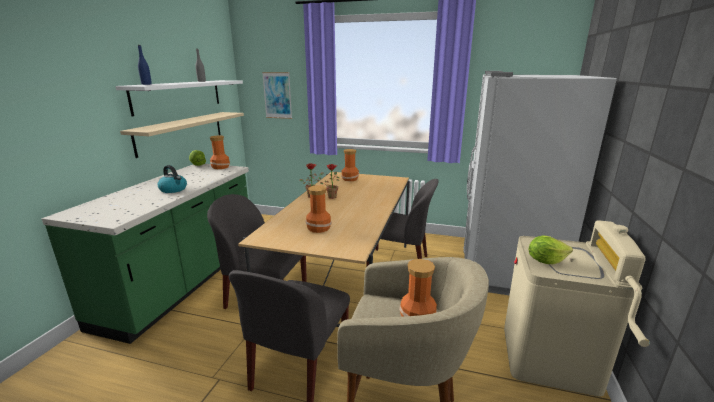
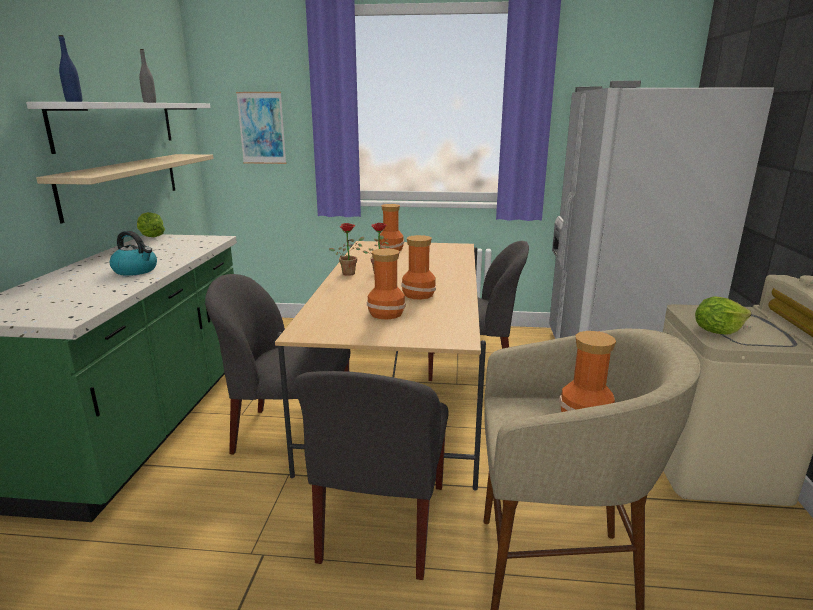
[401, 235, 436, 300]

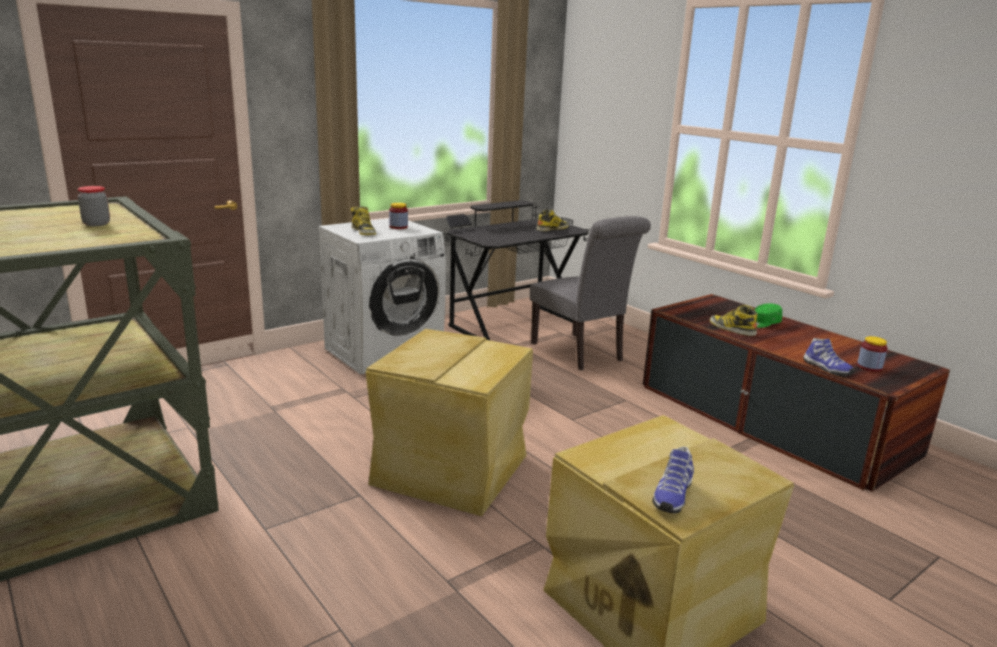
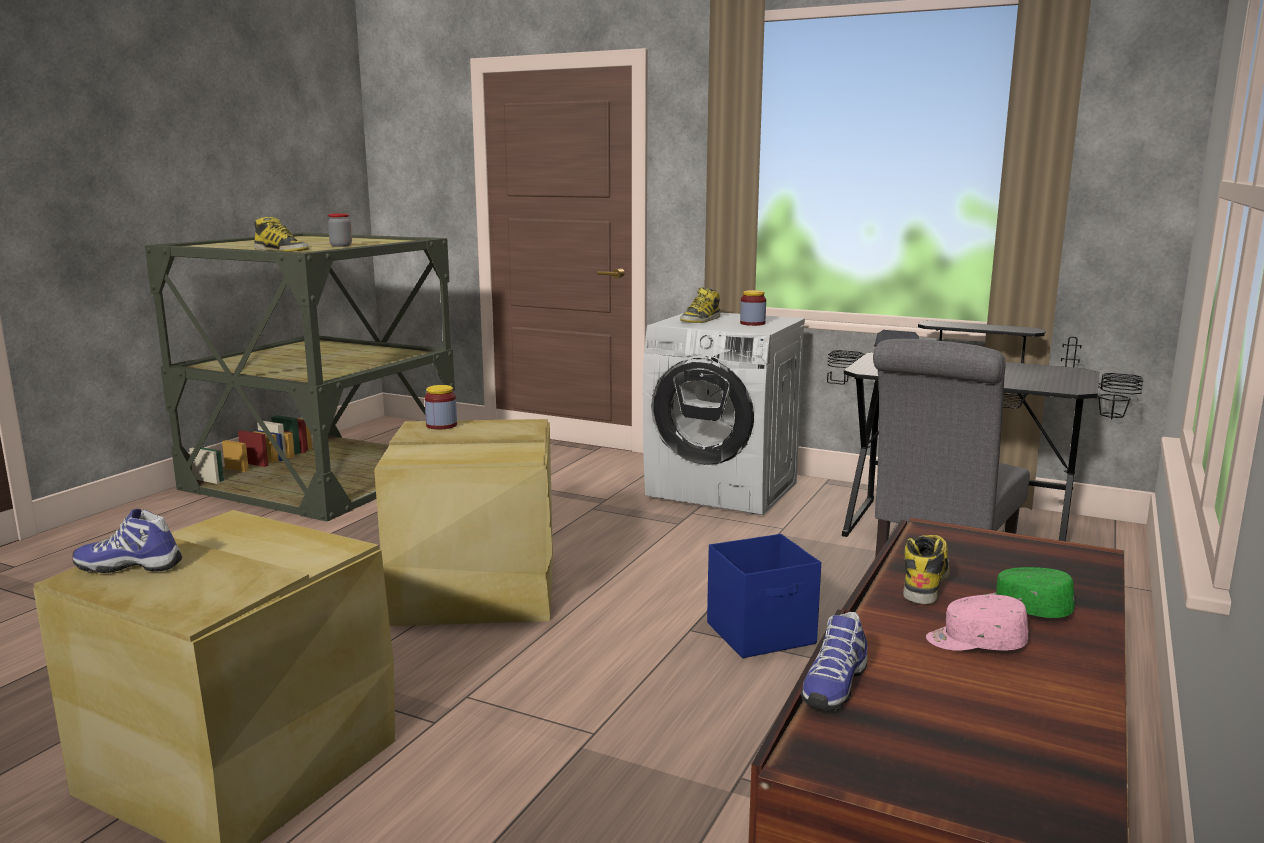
[254, 216, 309, 252]
[425, 385, 457, 430]
[707, 534, 821, 658]
[926, 595, 1028, 651]

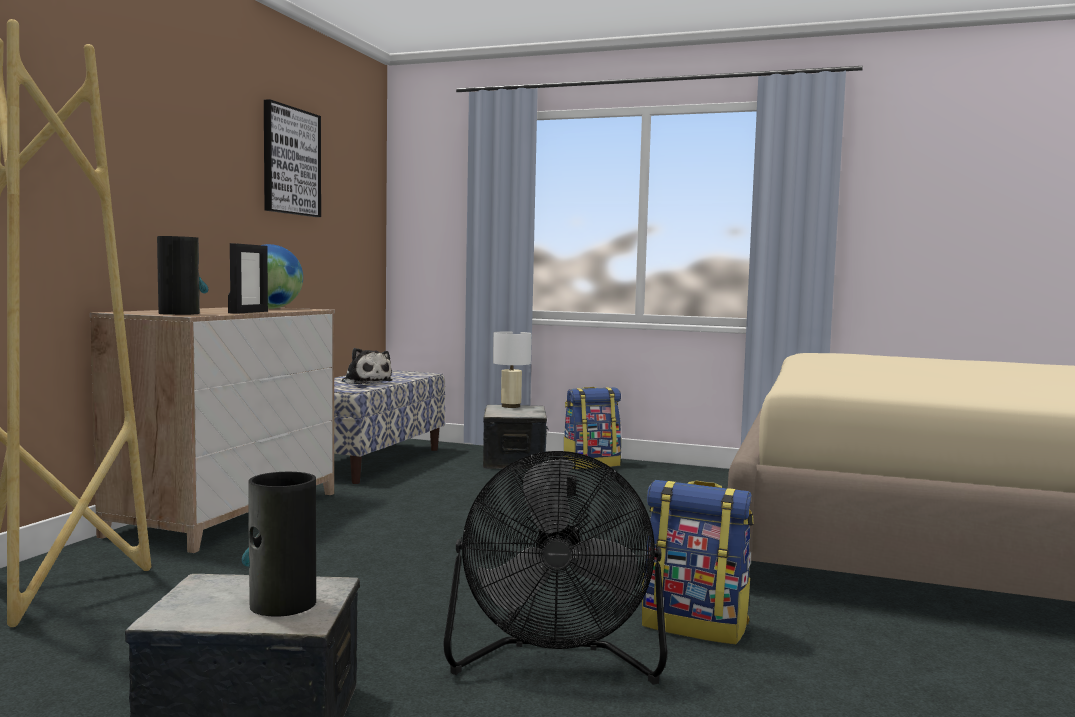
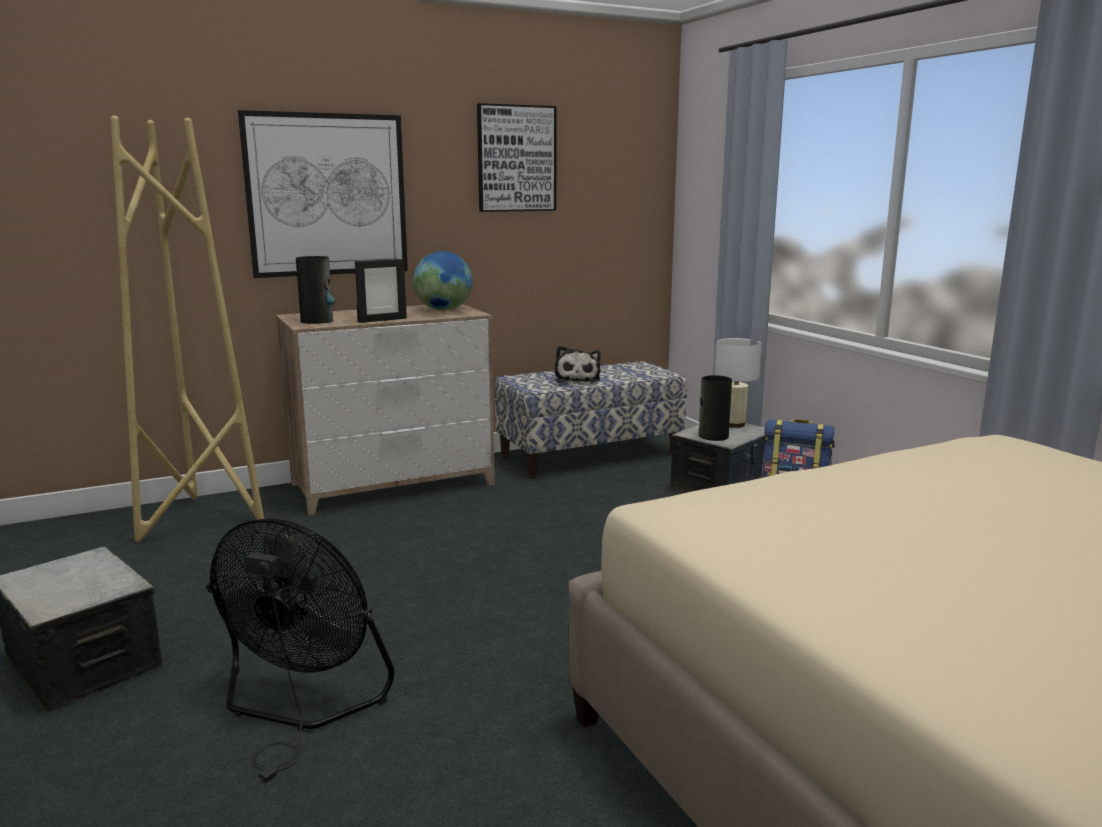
[699, 375, 732, 441]
[206, 519, 394, 783]
[642, 480, 754, 644] (first image)
[238, 110, 408, 278]

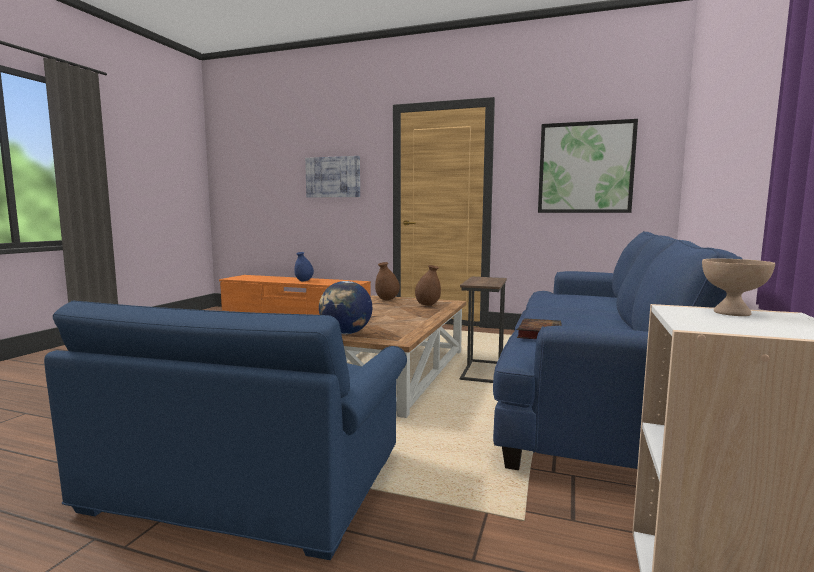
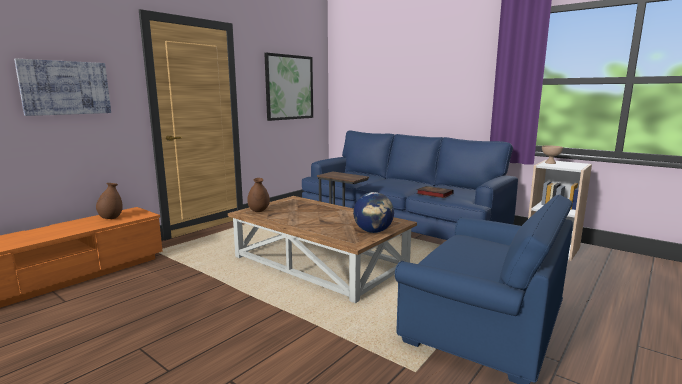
[294, 252, 314, 281] (first image)
[96, 183, 123, 219]

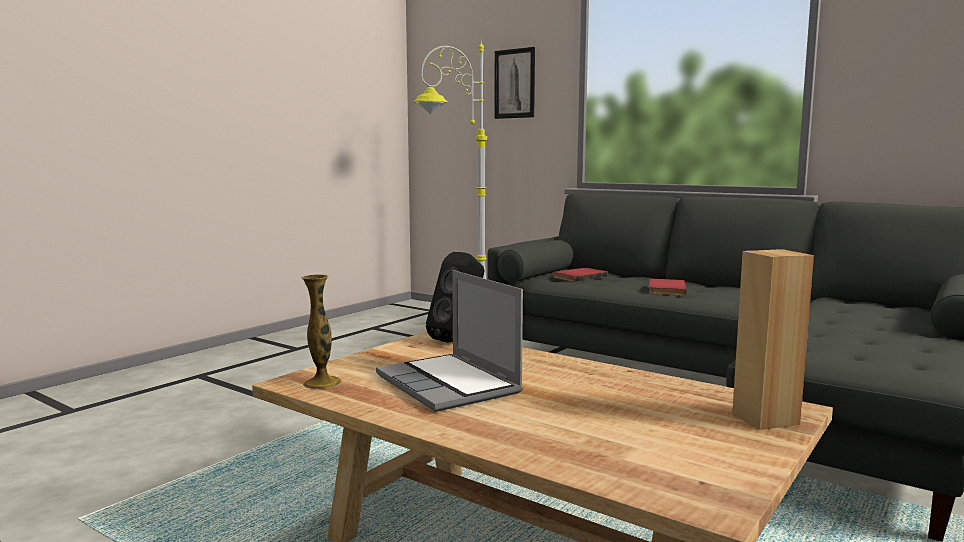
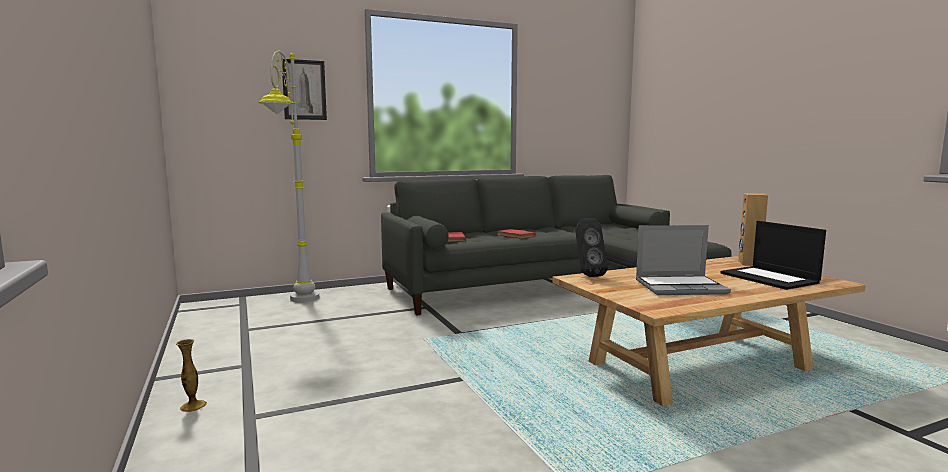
[176, 339, 207, 412]
[720, 221, 826, 290]

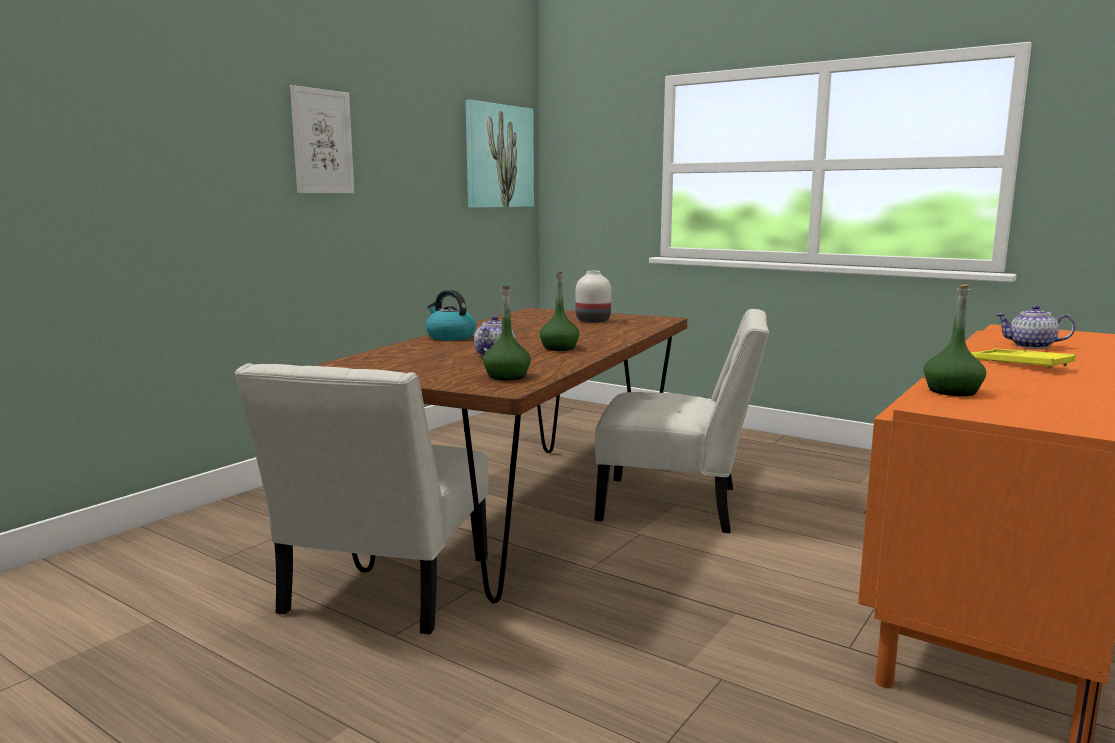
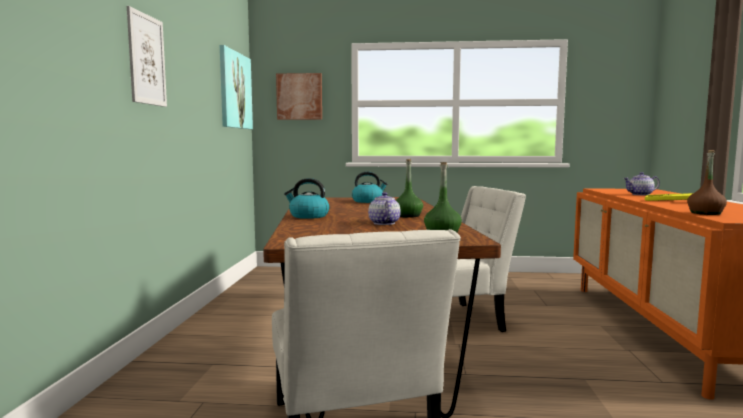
[352, 171, 388, 203]
[687, 150, 727, 215]
[276, 73, 322, 120]

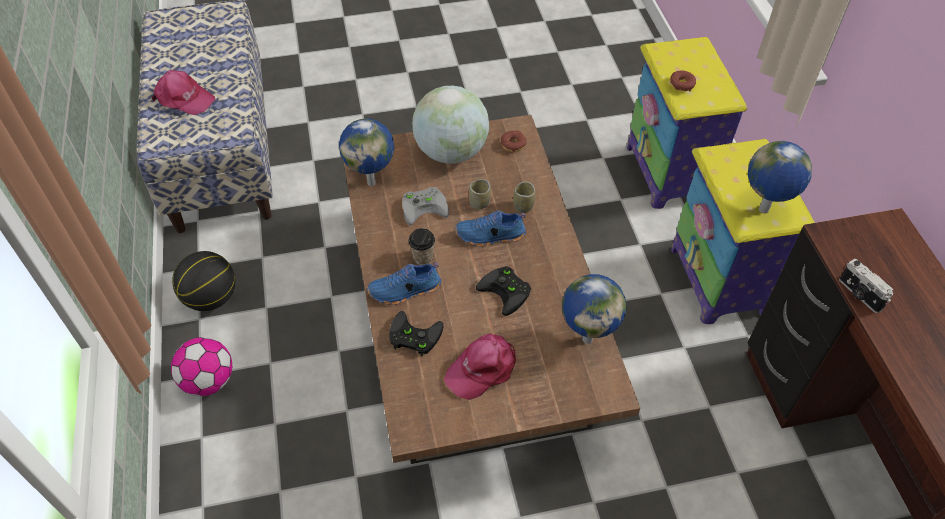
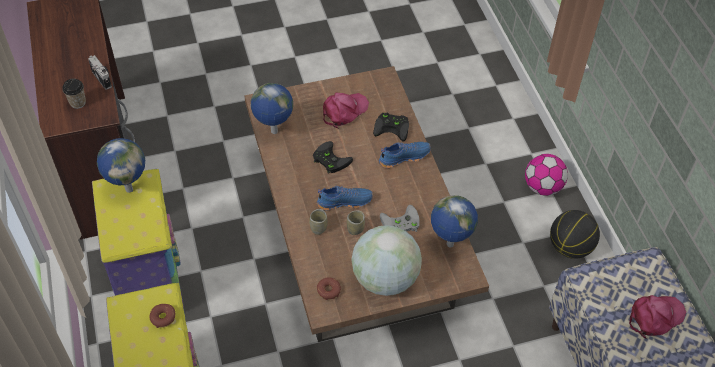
[629, 295, 686, 339]
[62, 78, 86, 109]

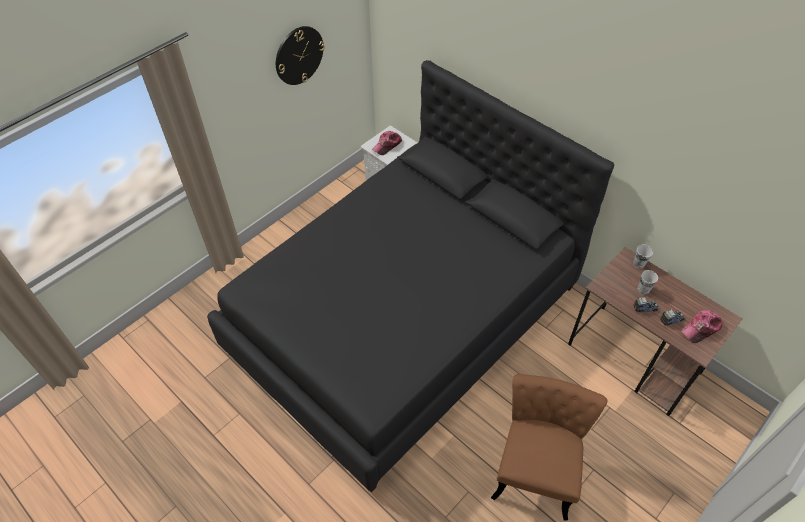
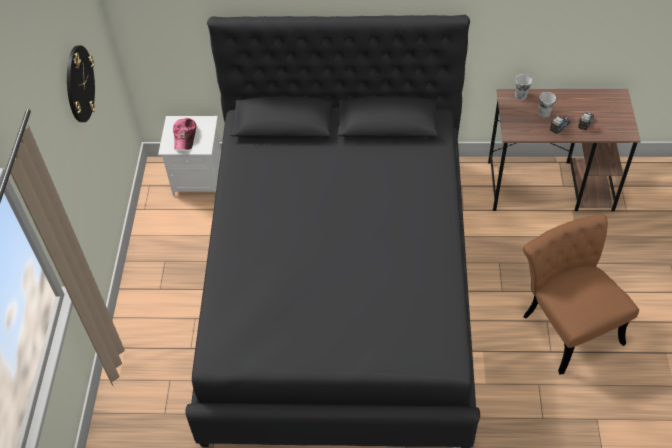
[681, 310, 723, 343] (first image)

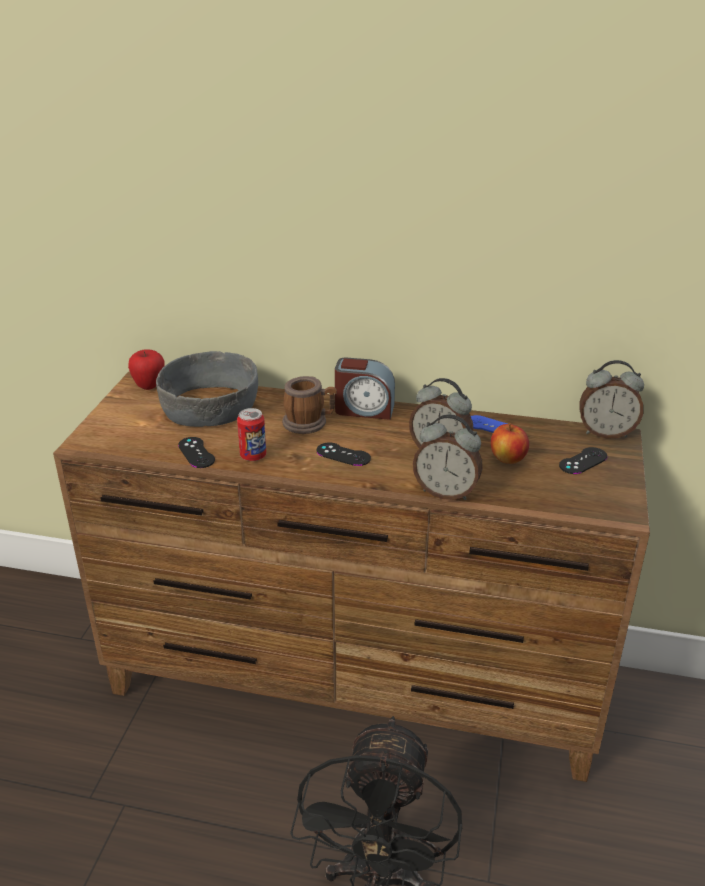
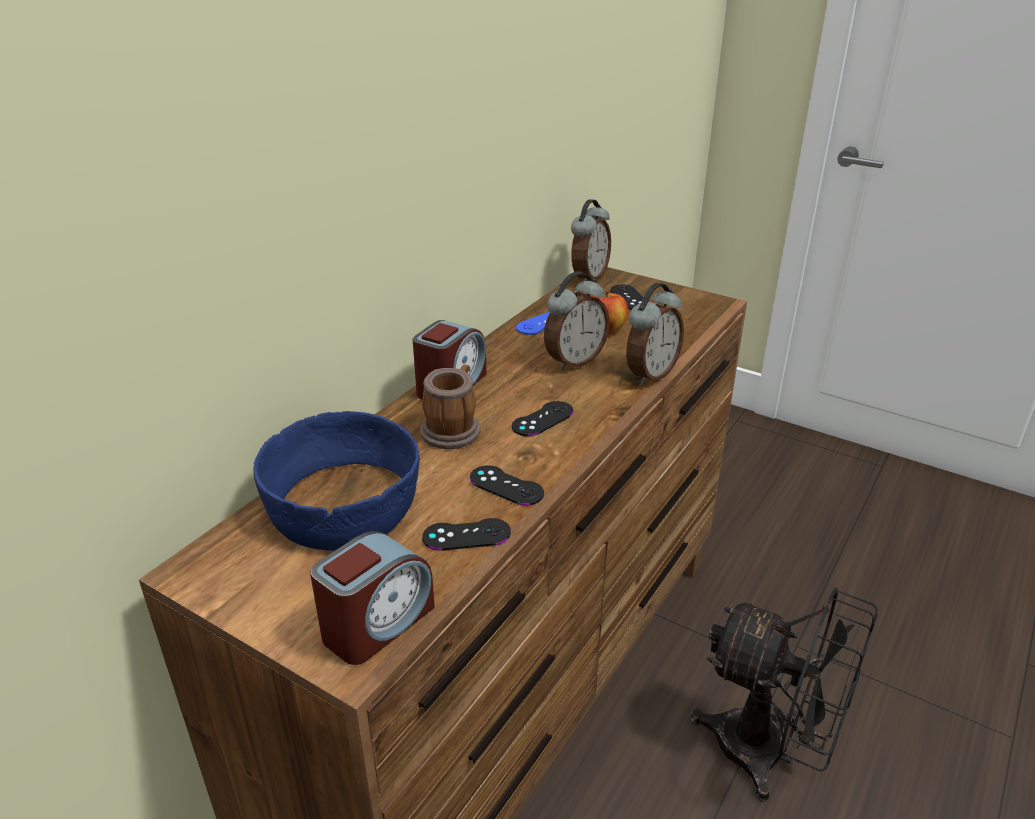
[128, 349, 165, 390] (first image)
[253, 411, 420, 551]
[470, 465, 544, 506]
[310, 531, 435, 665]

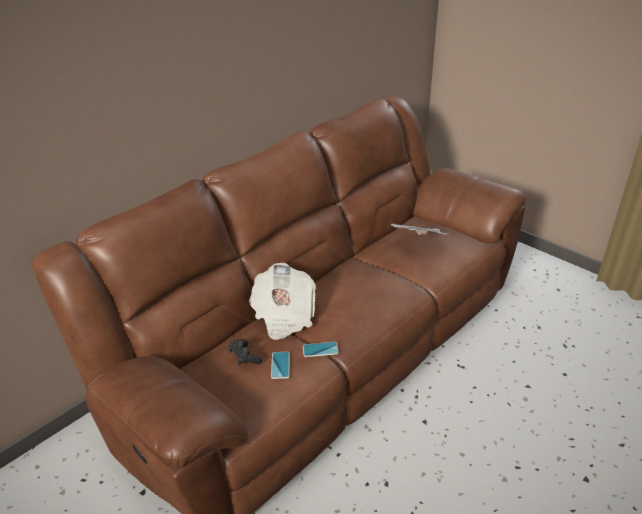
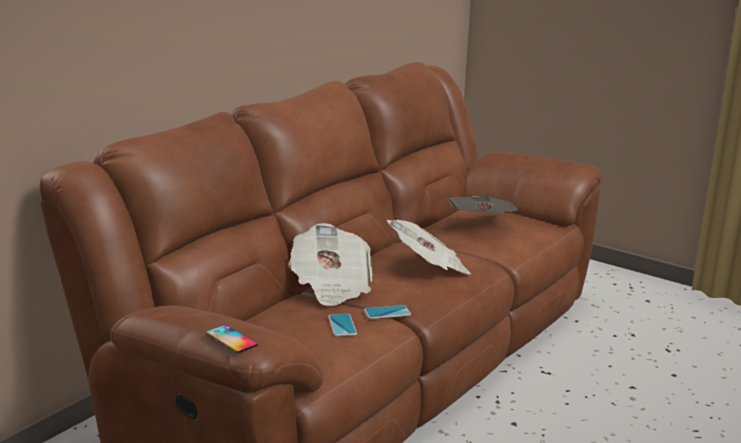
[228, 339, 262, 366] (first image)
[206, 325, 258, 353]
[387, 220, 471, 274]

